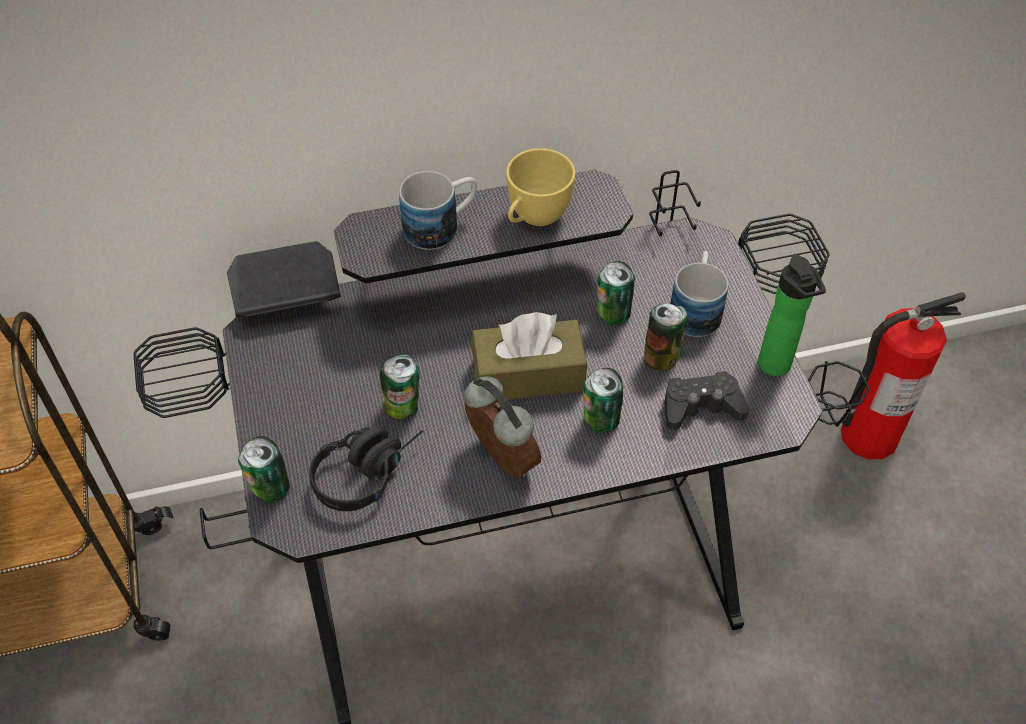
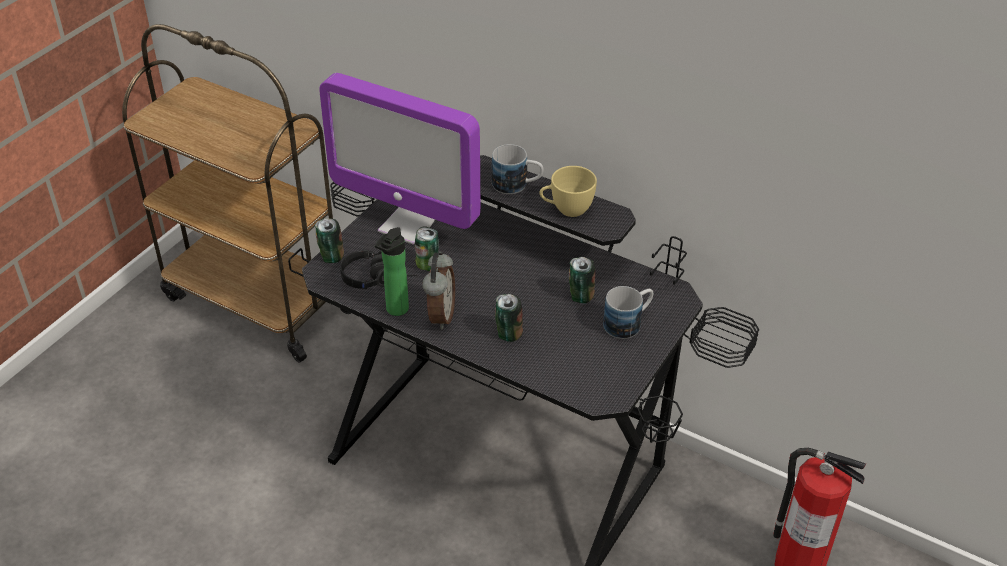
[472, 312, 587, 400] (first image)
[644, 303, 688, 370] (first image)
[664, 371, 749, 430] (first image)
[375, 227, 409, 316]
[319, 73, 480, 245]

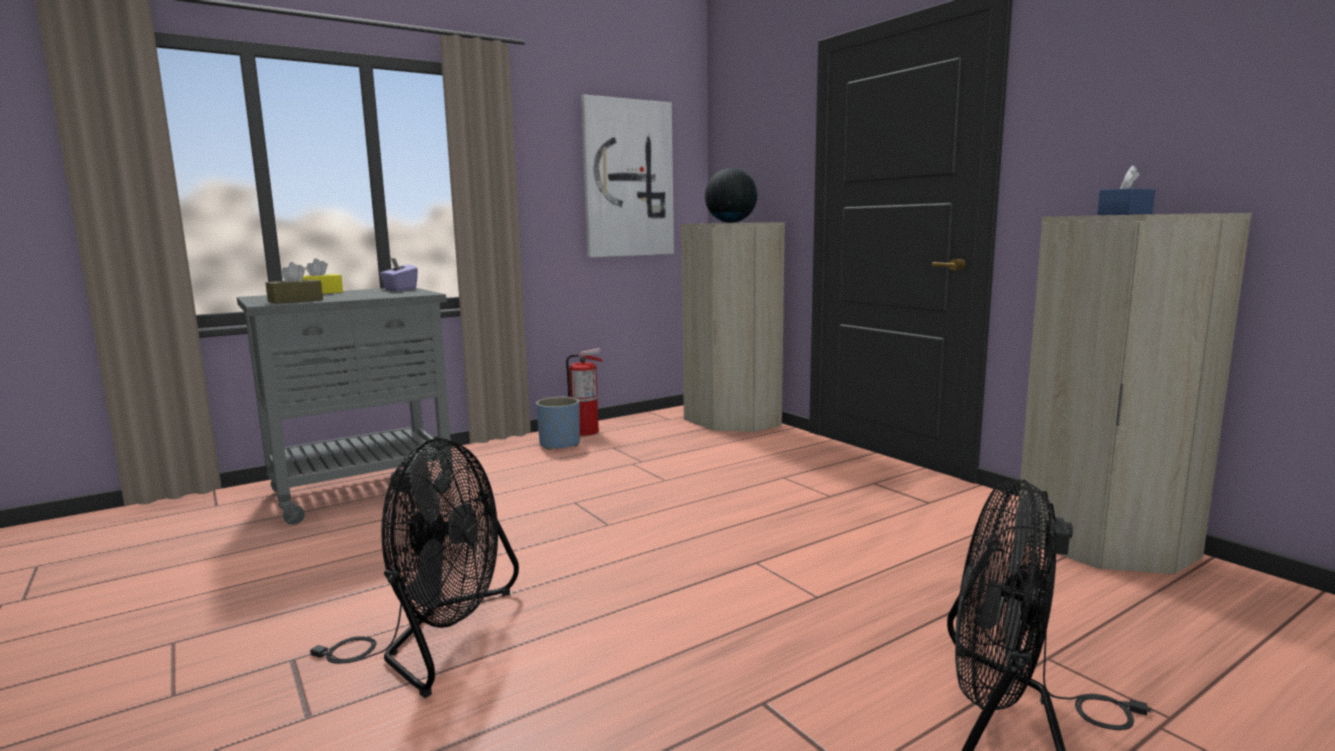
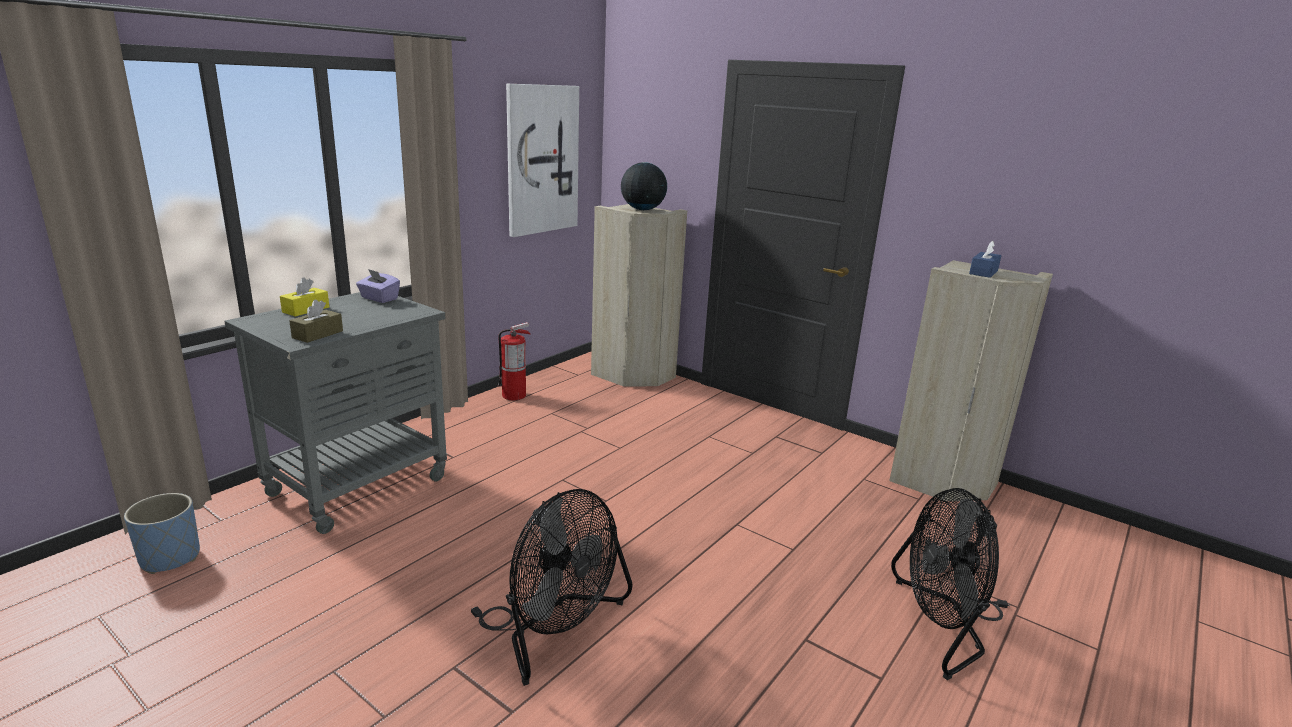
[471, 489, 632, 686]
[124, 493, 200, 574]

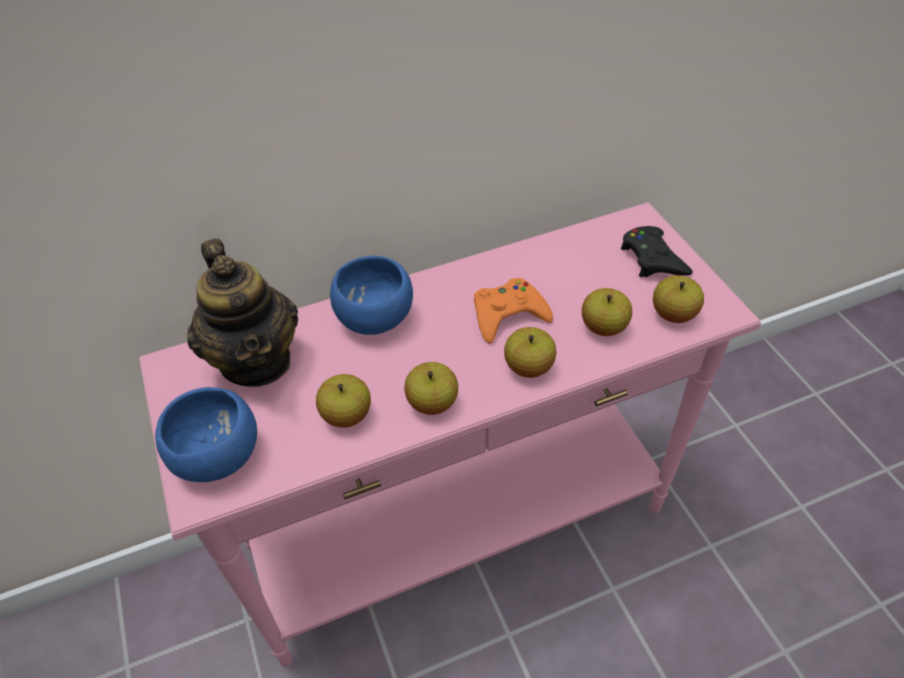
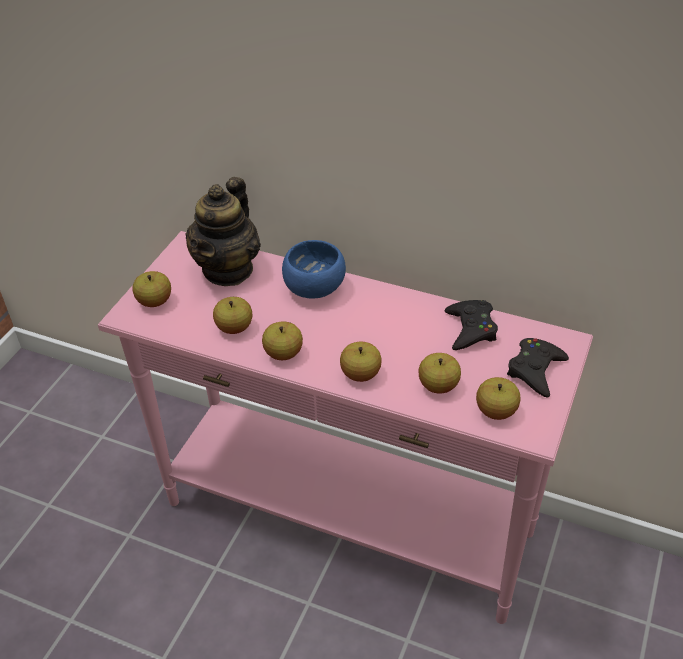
[133, 271, 171, 307]
[474, 278, 553, 344] (first image)
[445, 300, 498, 350]

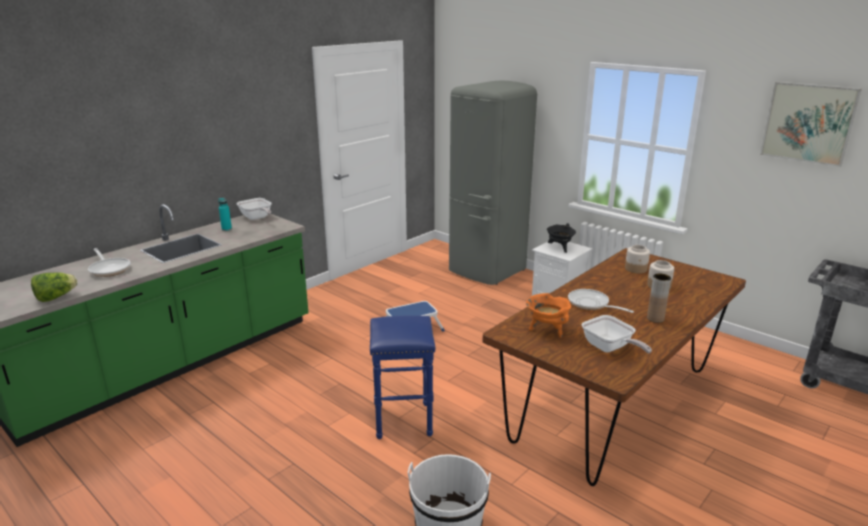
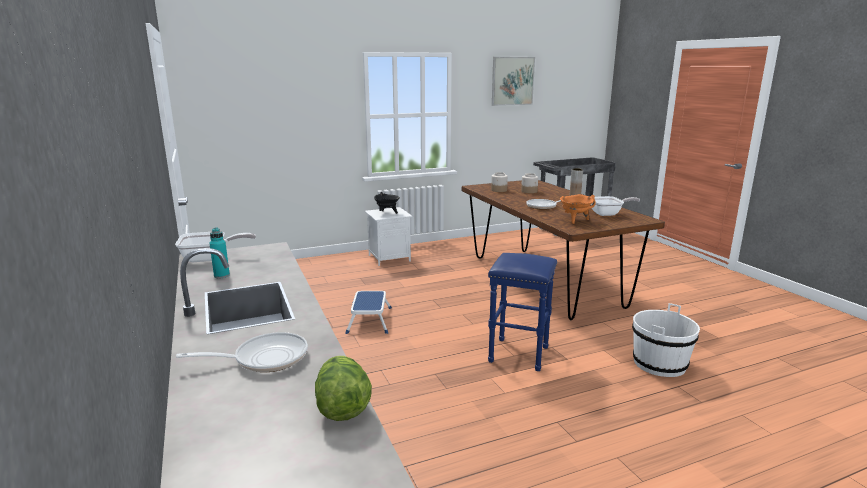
[449, 81, 537, 285] (first image)

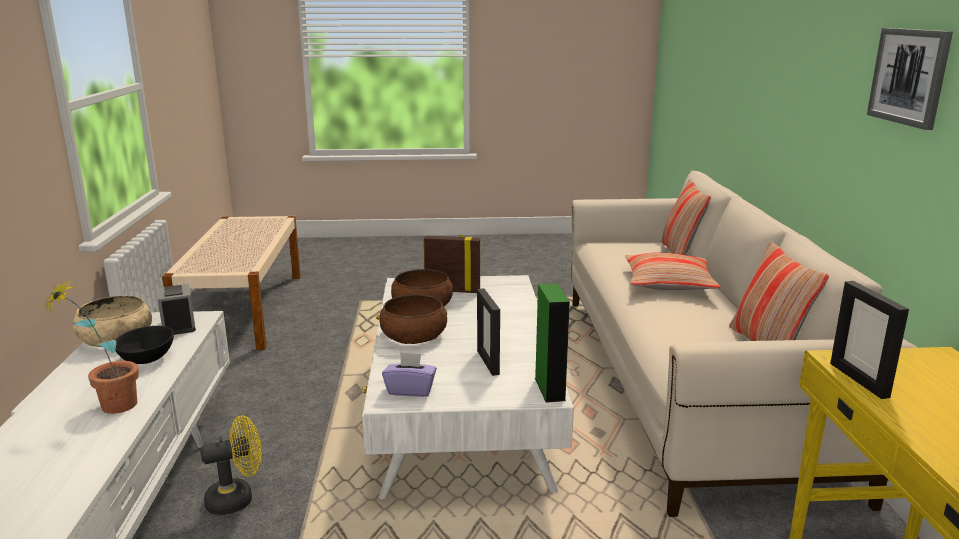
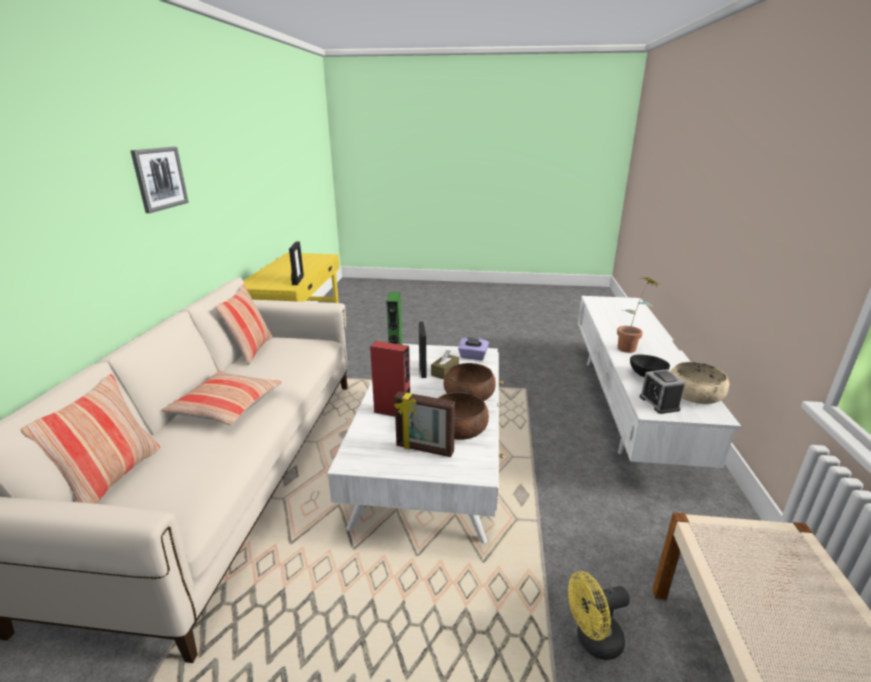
[568, 571, 630, 660]
[370, 341, 410, 416]
[431, 350, 459, 379]

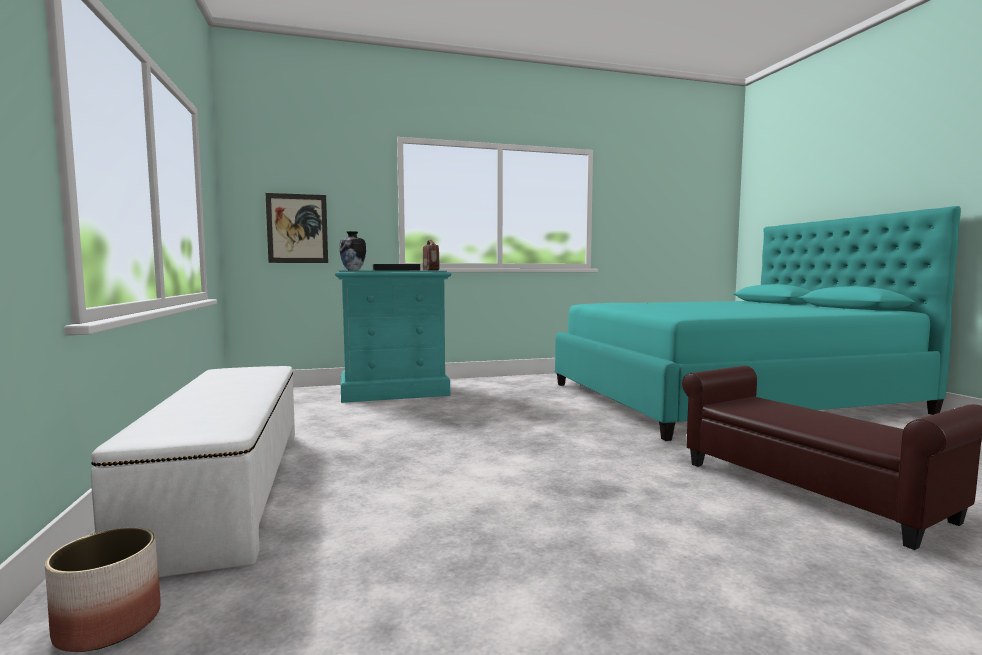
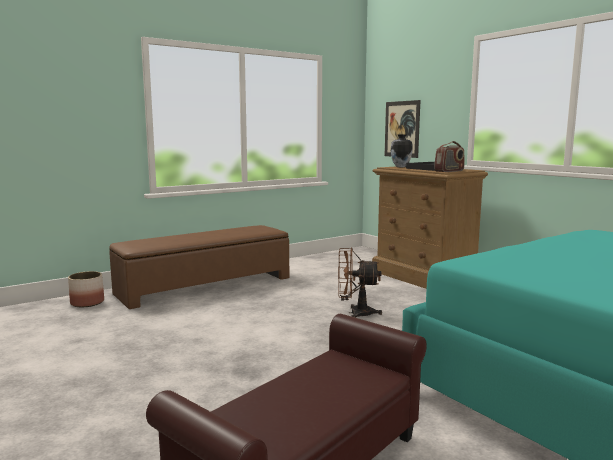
[109, 225, 289, 309]
[372, 167, 488, 289]
[338, 248, 382, 318]

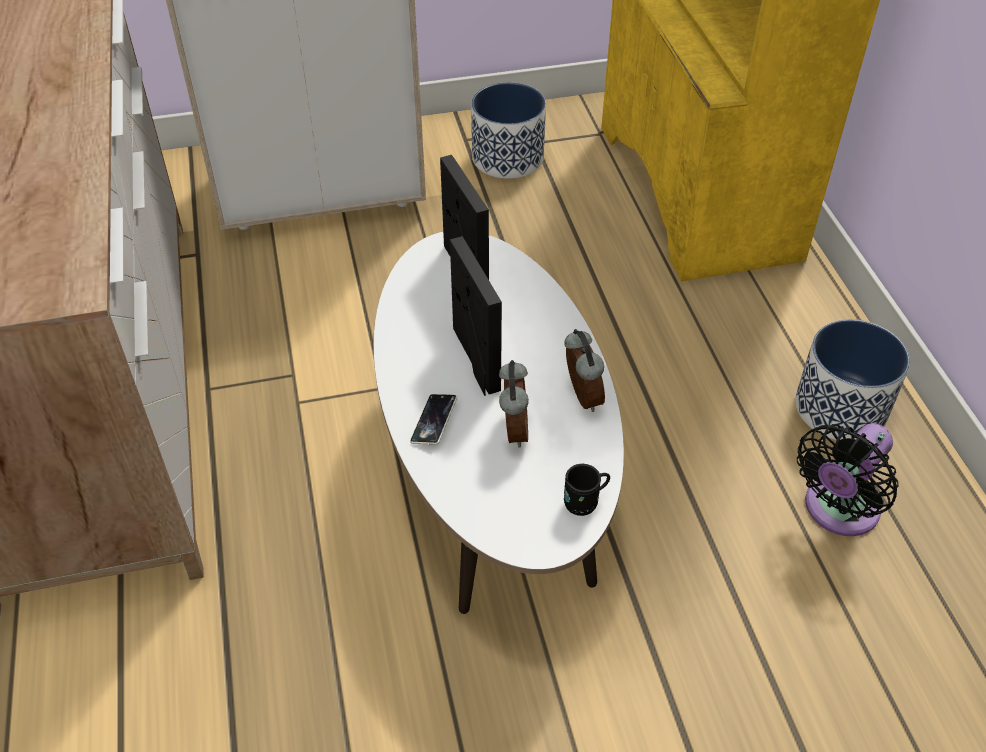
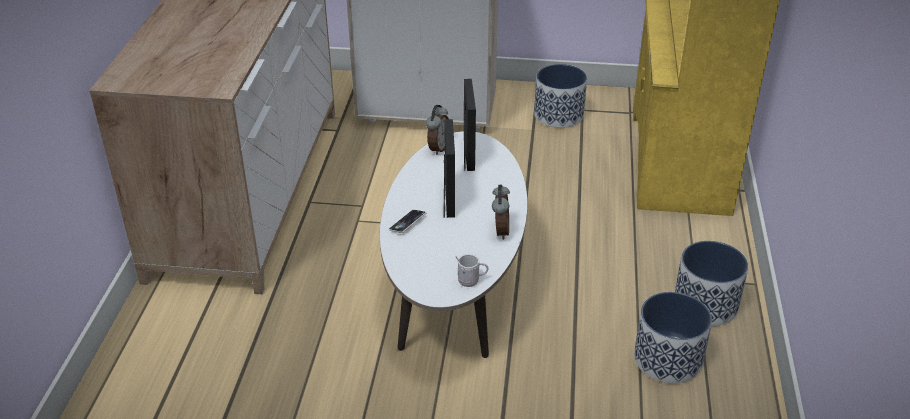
[426, 105, 449, 155]
[456, 254, 489, 287]
[634, 292, 712, 383]

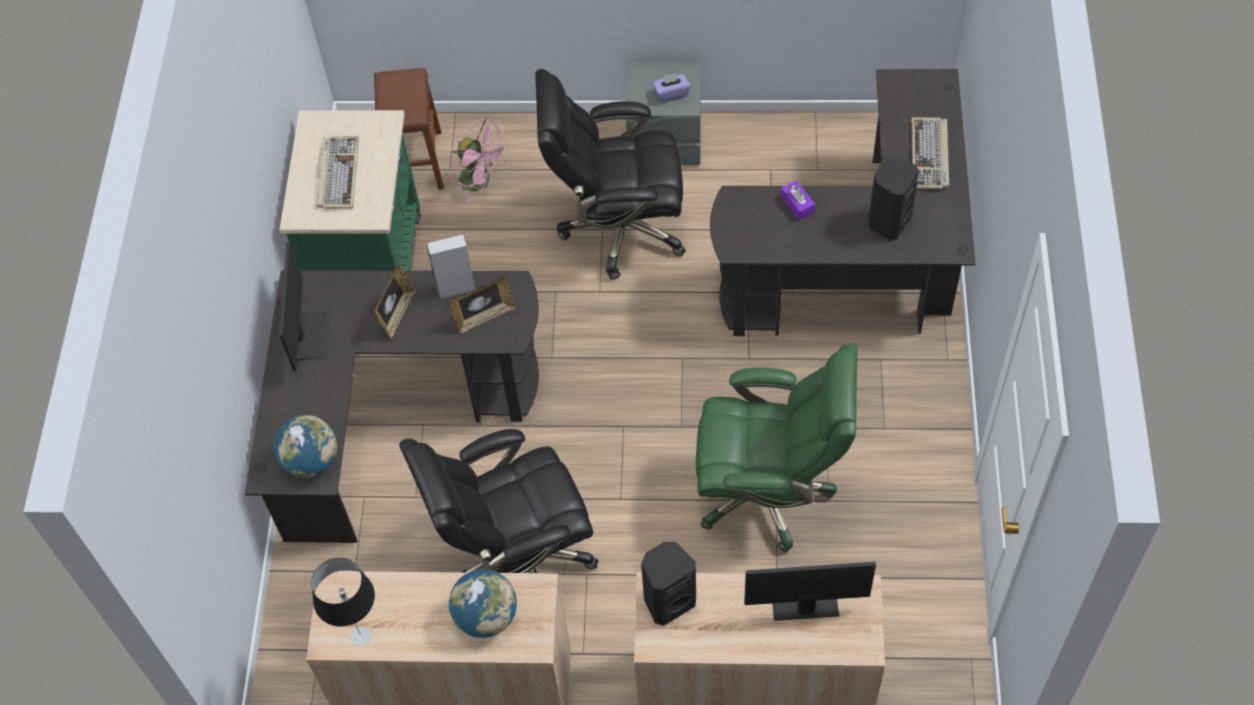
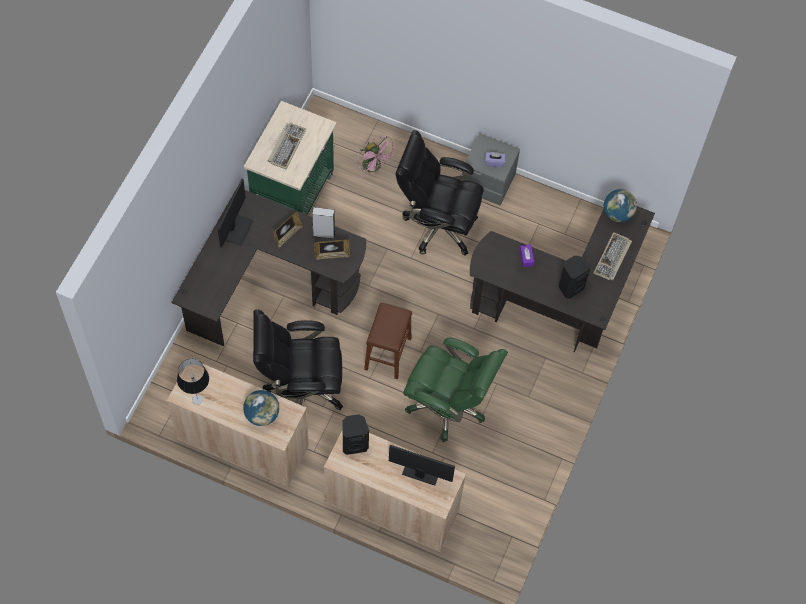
[604, 189, 637, 222]
[364, 302, 412, 379]

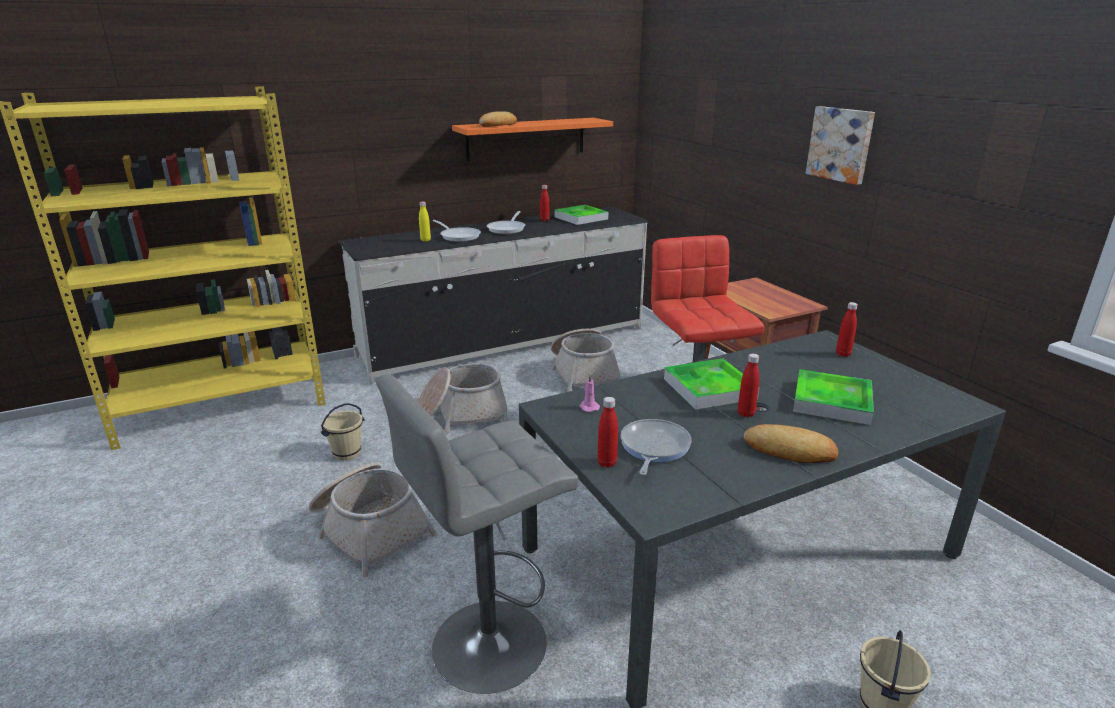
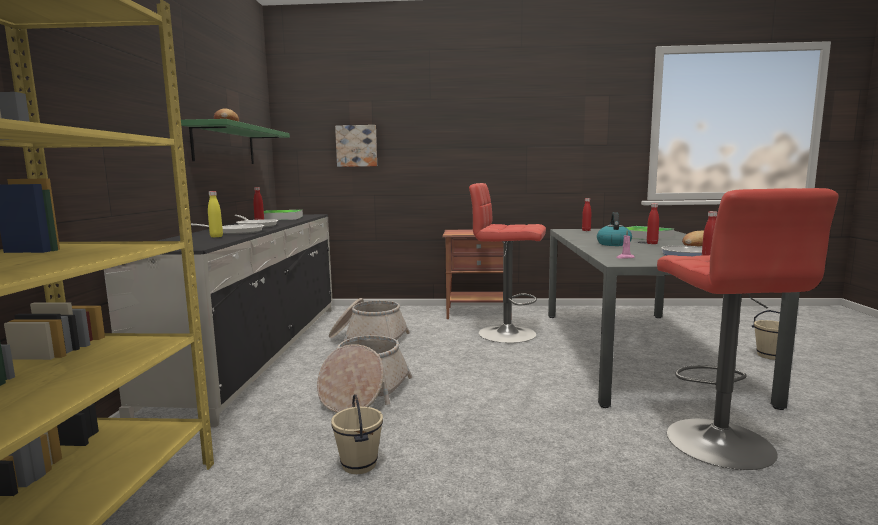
[309, 463, 437, 577] (first image)
[657, 188, 839, 470]
[181, 119, 290, 164]
[597, 212, 632, 246]
[335, 125, 377, 167]

